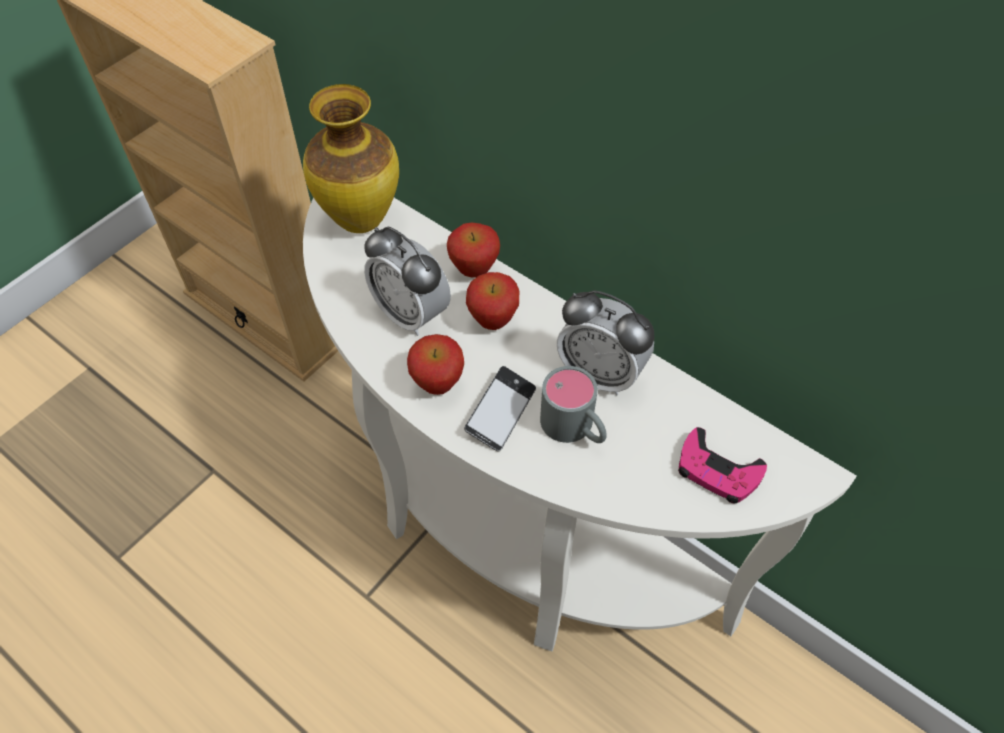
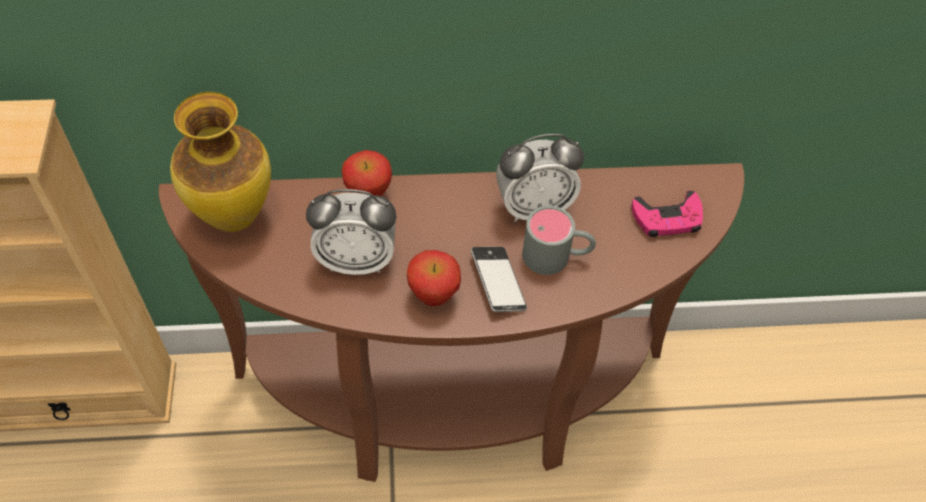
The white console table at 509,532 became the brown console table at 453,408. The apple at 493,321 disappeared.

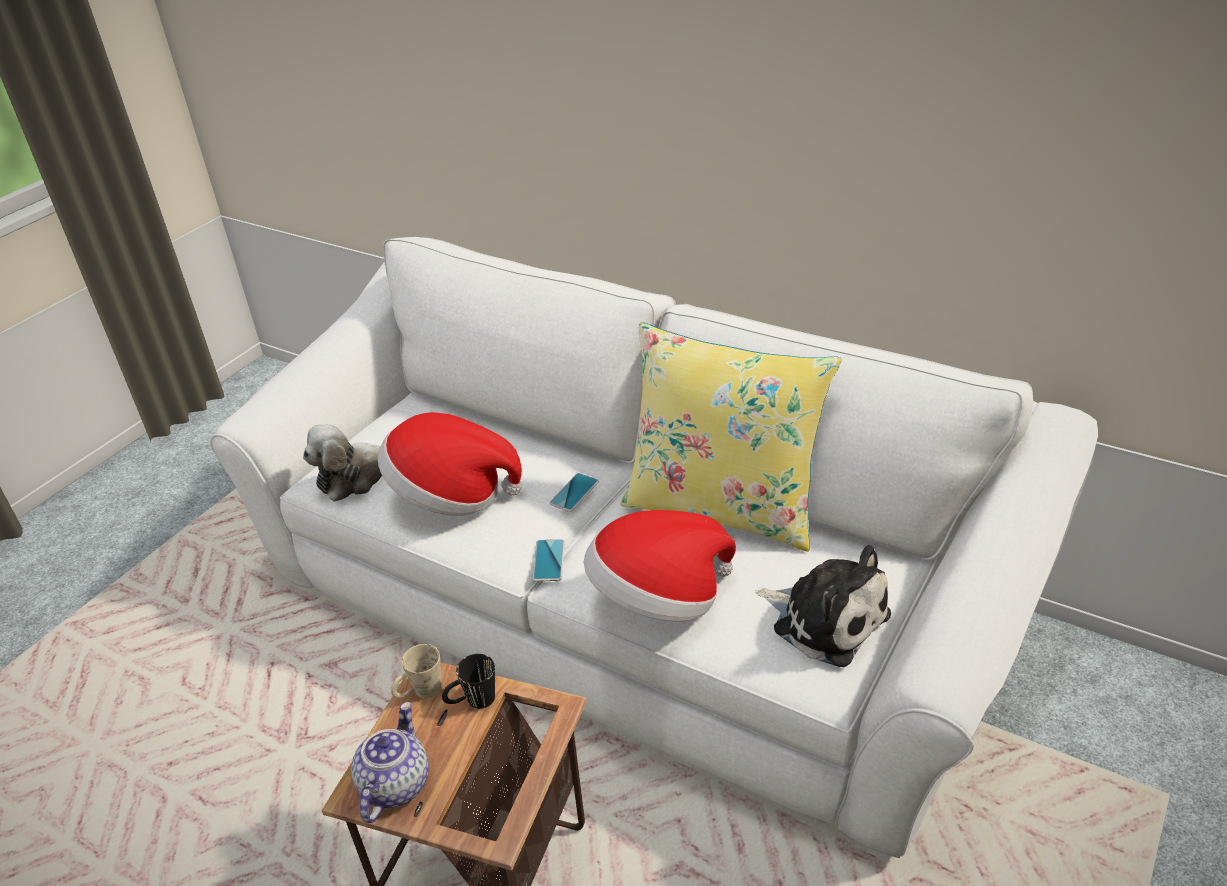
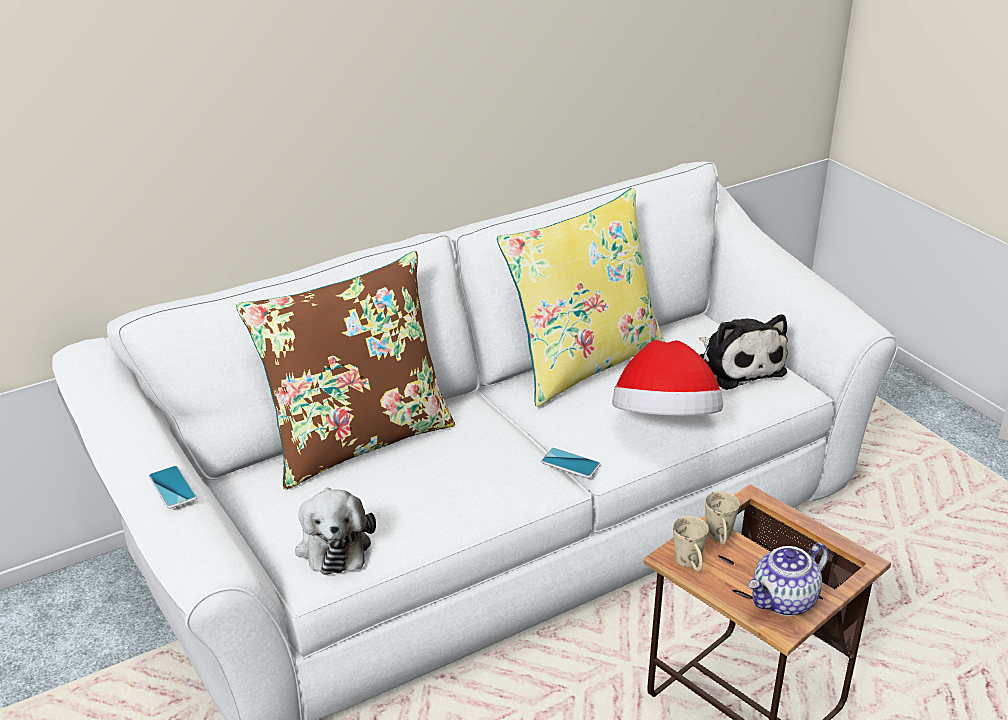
The phone moved from 574,493 to 172,488. The brown pillow at 357,440 appeared. The plush toy at 825,619 turned 90 degrees clockwise. The black mug at 472,702 became the beige mug at 720,539. The teapot at 394,784 turned 75 degrees counterclockwise. The hat at 451,495 disappeared.

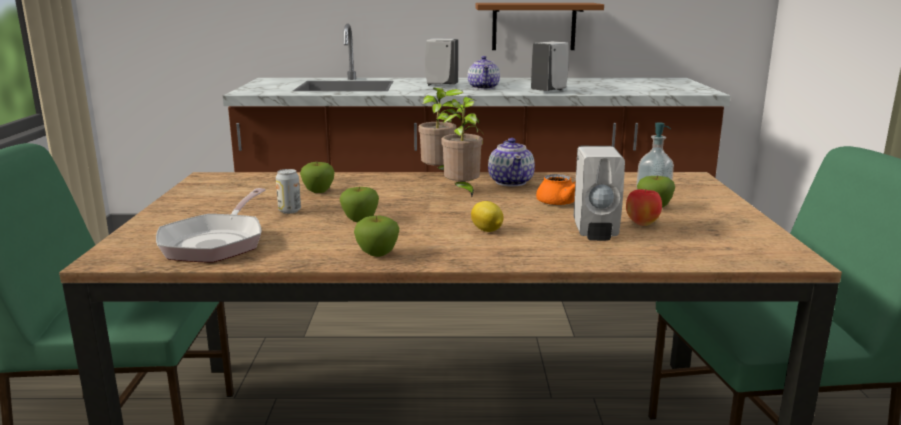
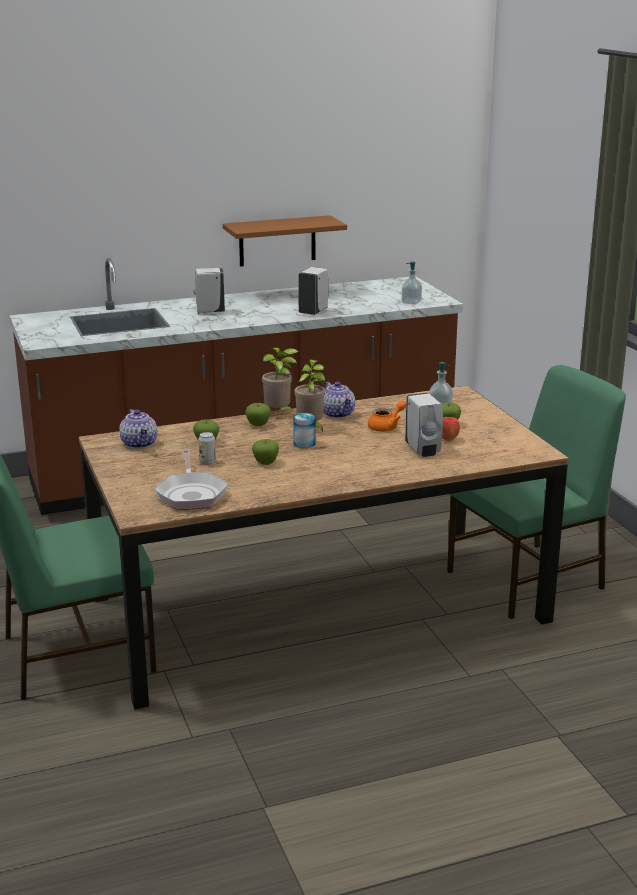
The teapot moved from 483,87 to 139,443. The apple moved from 377,254 to 258,425. The can at 304,444 appeared. The soap dispenser at 411,302 appeared. The lemon at 487,230 disappeared.

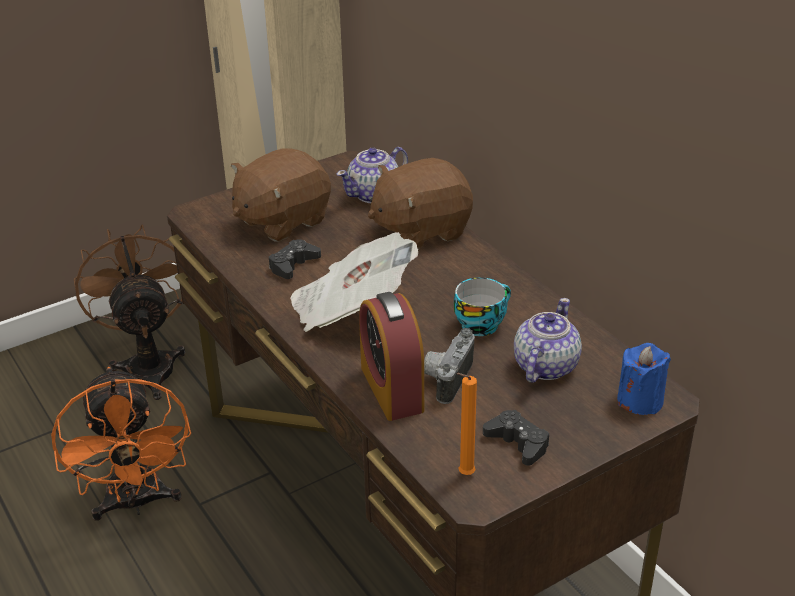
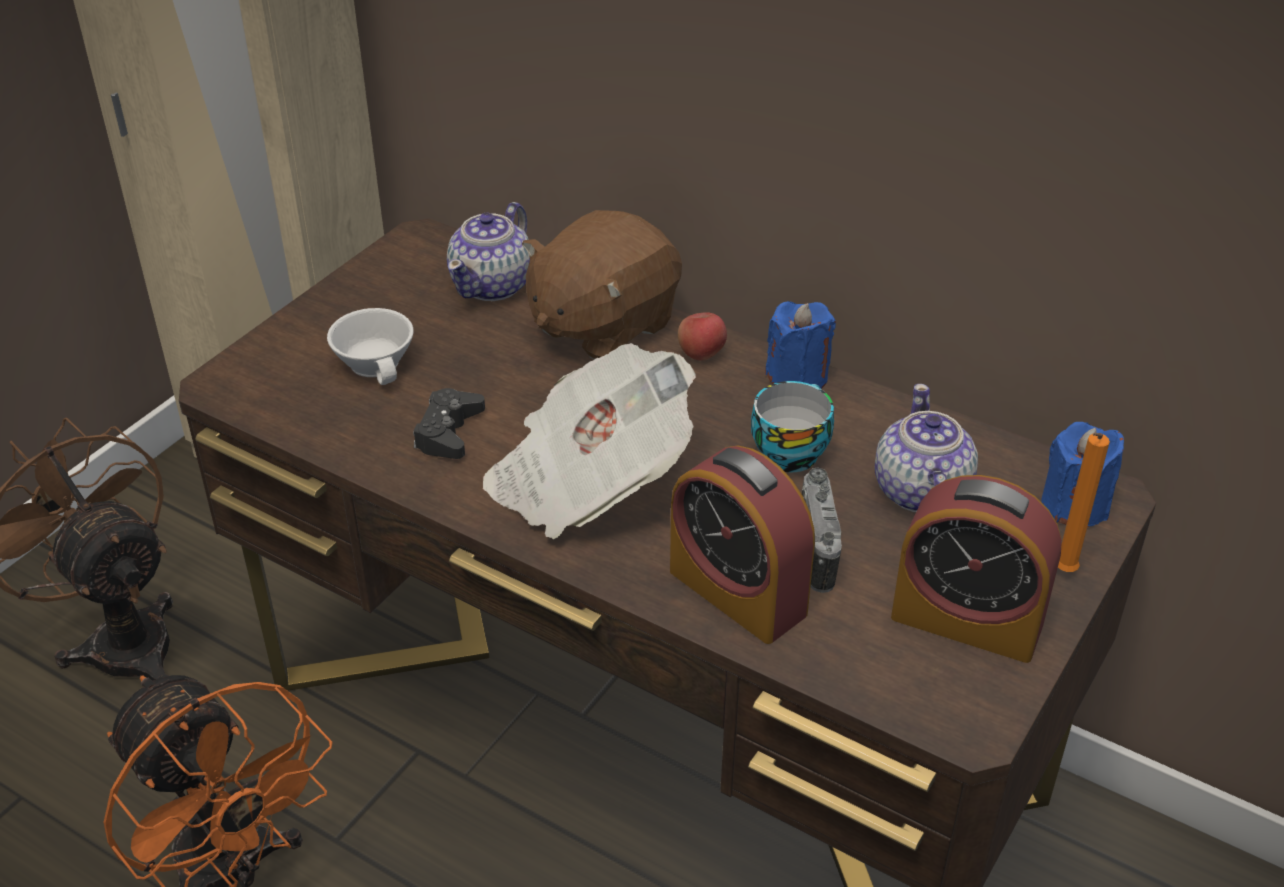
The brown plush toy at 281,221 was replaced by the white cup at 378,363. The apple at 701,354 appeared. The blue candle at 797,377 appeared. The black game controller at 518,443 was replaced by the alarm clock at 966,620. The orange candle moved from 464,475 to 1063,573.

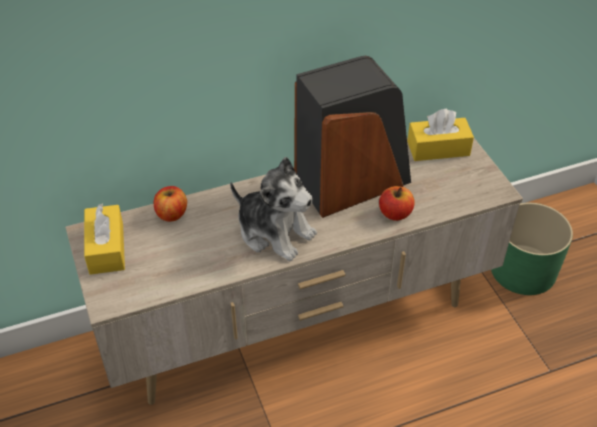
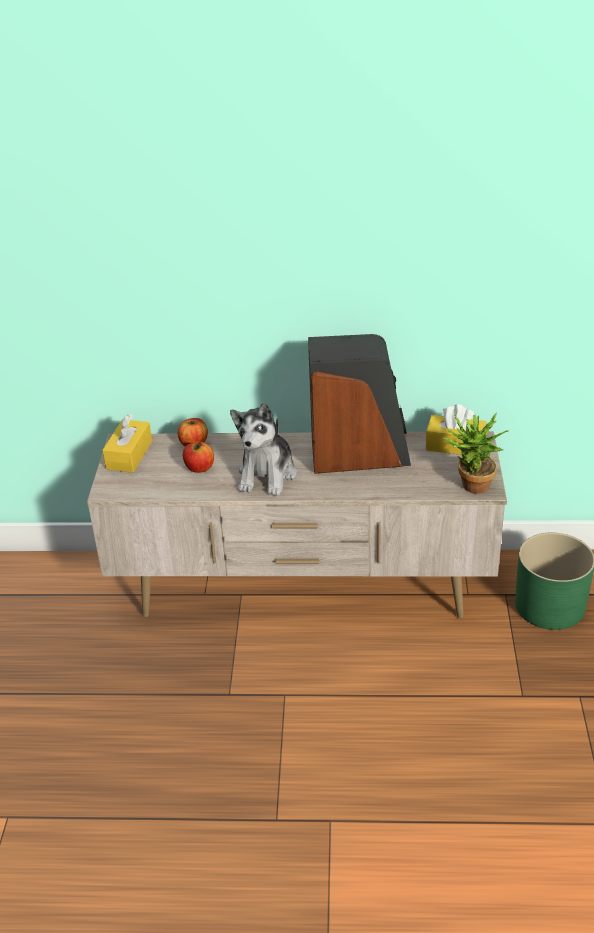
The apple moved from 395,213 to 199,468. The plush toy at 275,232 turned 45 degrees clockwise. The potted plant at 471,488 appeared.

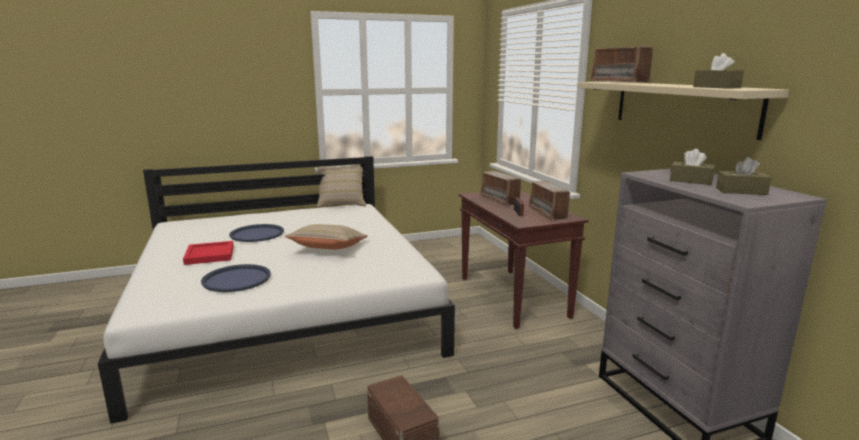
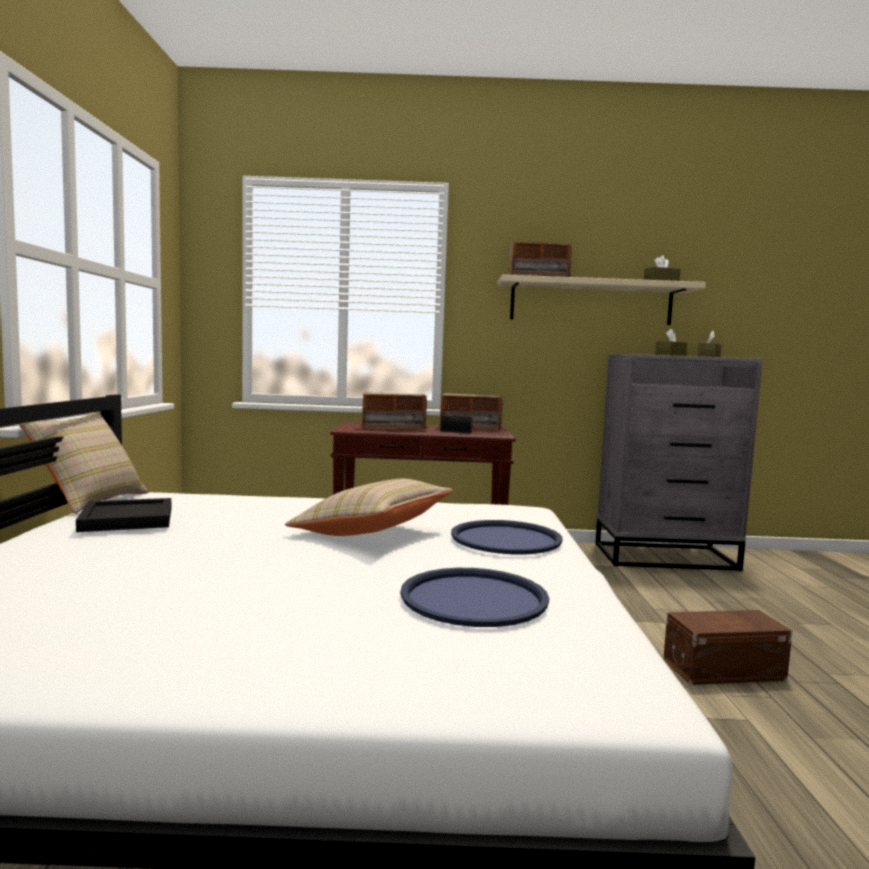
The black tray at 129,519 appeared. The blue tray moved from 257,234 to 506,539. The red tray at 209,255 disappeared.

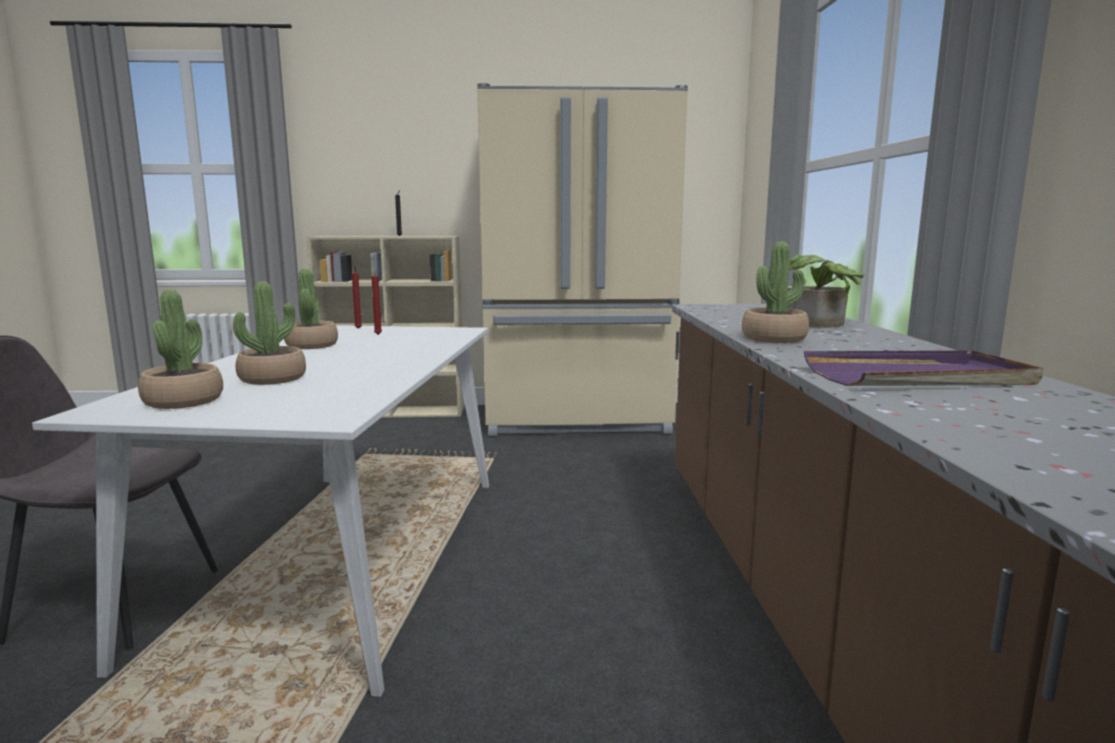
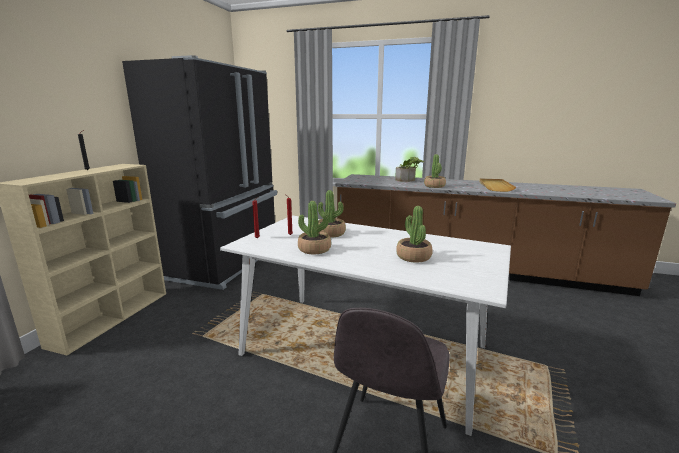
The beige fridge at 578,420 became the black fridge at 226,263. The potted plant moved from 183,401 to 331,233. The purple tray at 918,377 became the beige tray at 495,186.

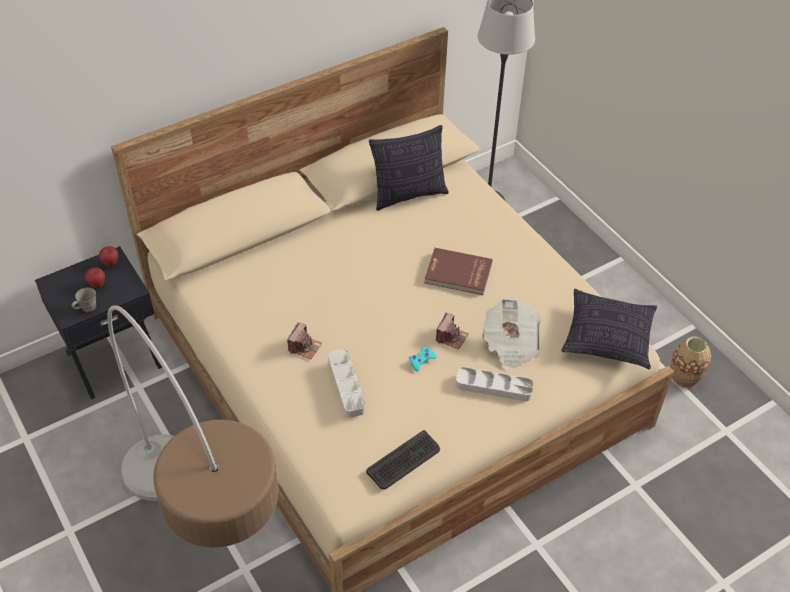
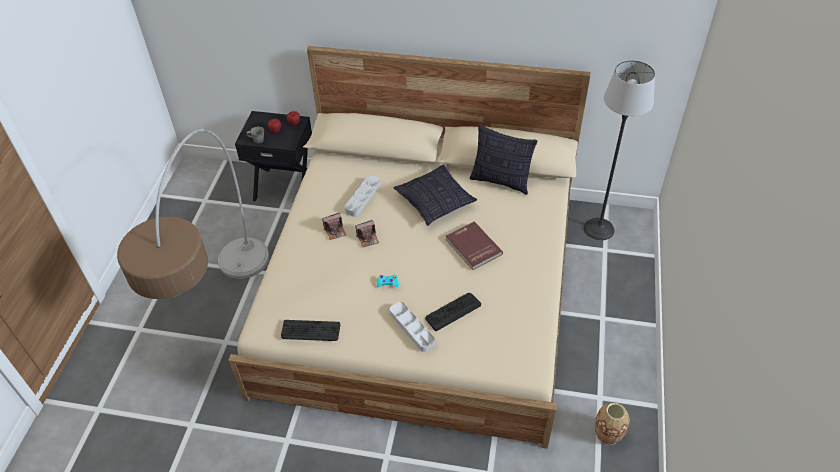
The grey tray moved from 346,385 to 363,198. The photo camera moved from 451,337 to 368,238. The pillow moved from 608,338 to 435,202. The newspaper at 510,345 was replaced by the keyboard at 453,311.

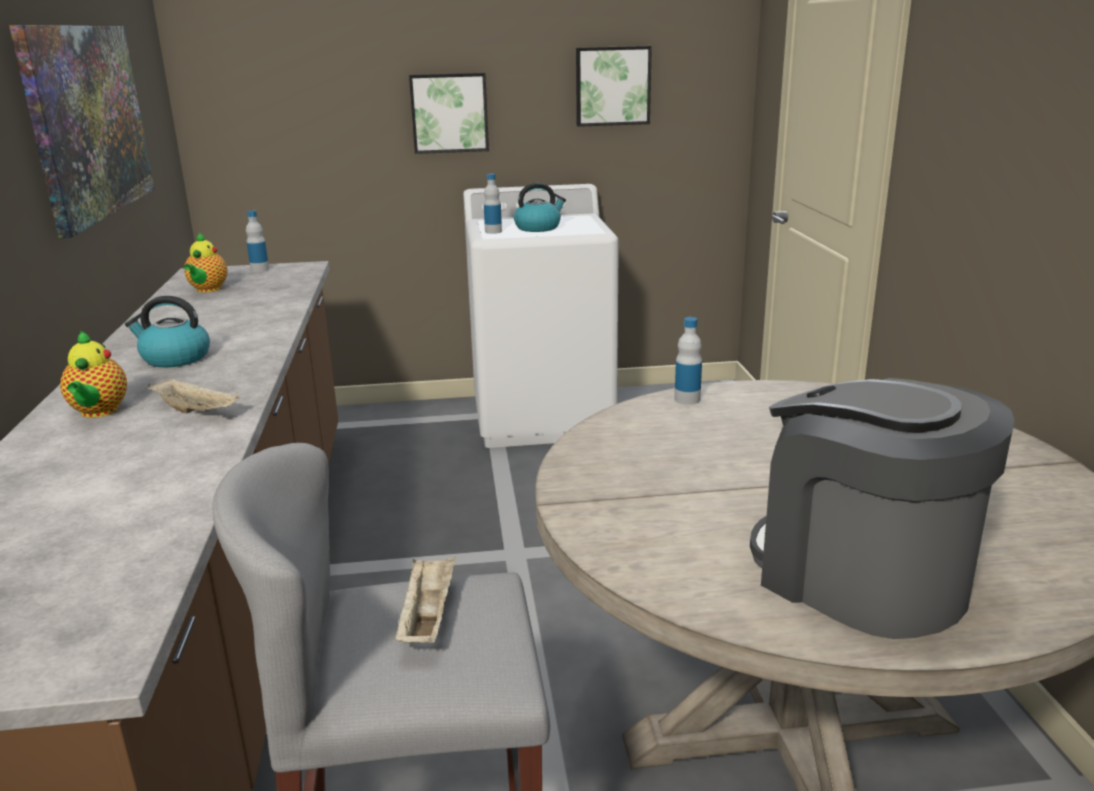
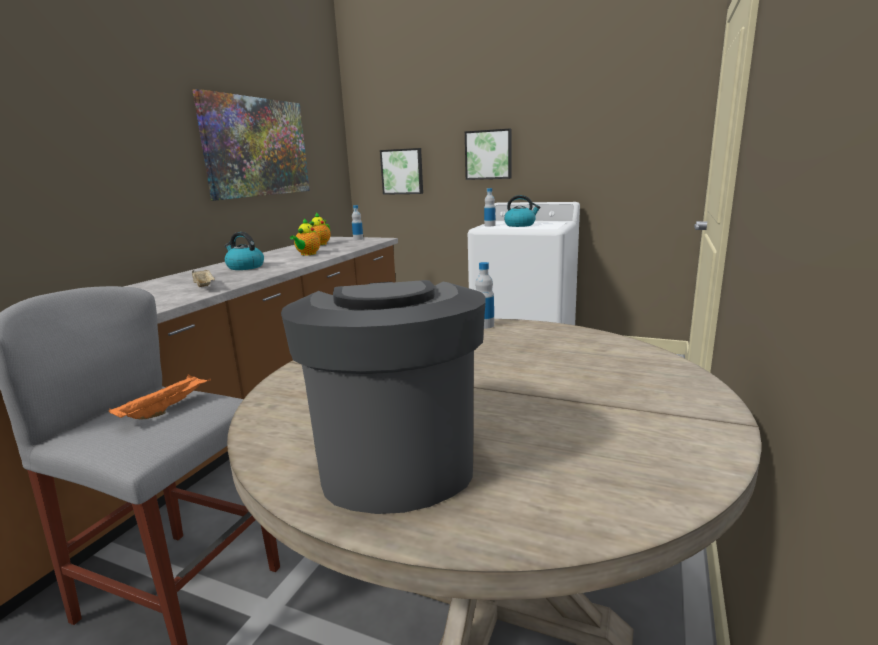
The beige tray at 427,617 became the orange tray at 166,409. The teapot moved from 98,412 to 307,254. The picture moved from 612,86 to 402,171.

